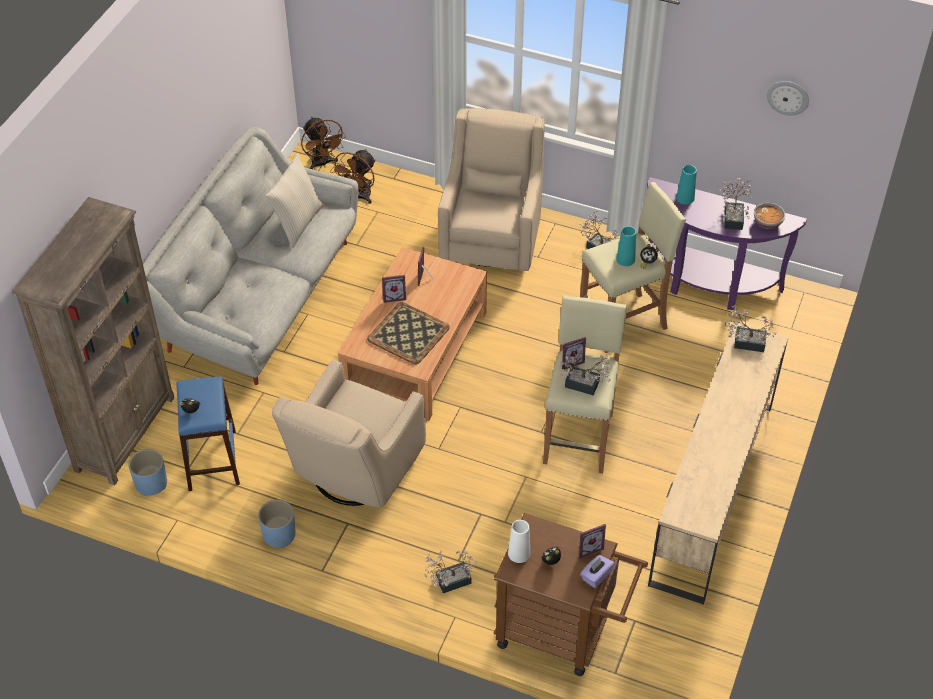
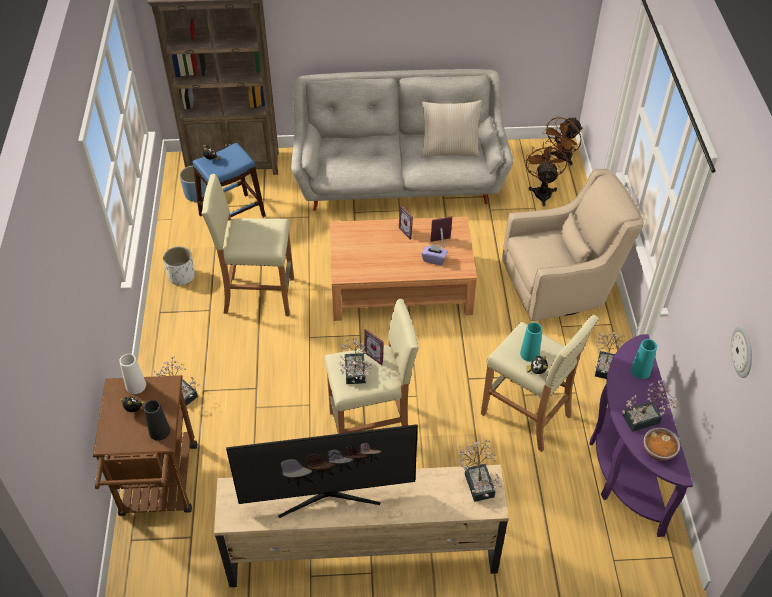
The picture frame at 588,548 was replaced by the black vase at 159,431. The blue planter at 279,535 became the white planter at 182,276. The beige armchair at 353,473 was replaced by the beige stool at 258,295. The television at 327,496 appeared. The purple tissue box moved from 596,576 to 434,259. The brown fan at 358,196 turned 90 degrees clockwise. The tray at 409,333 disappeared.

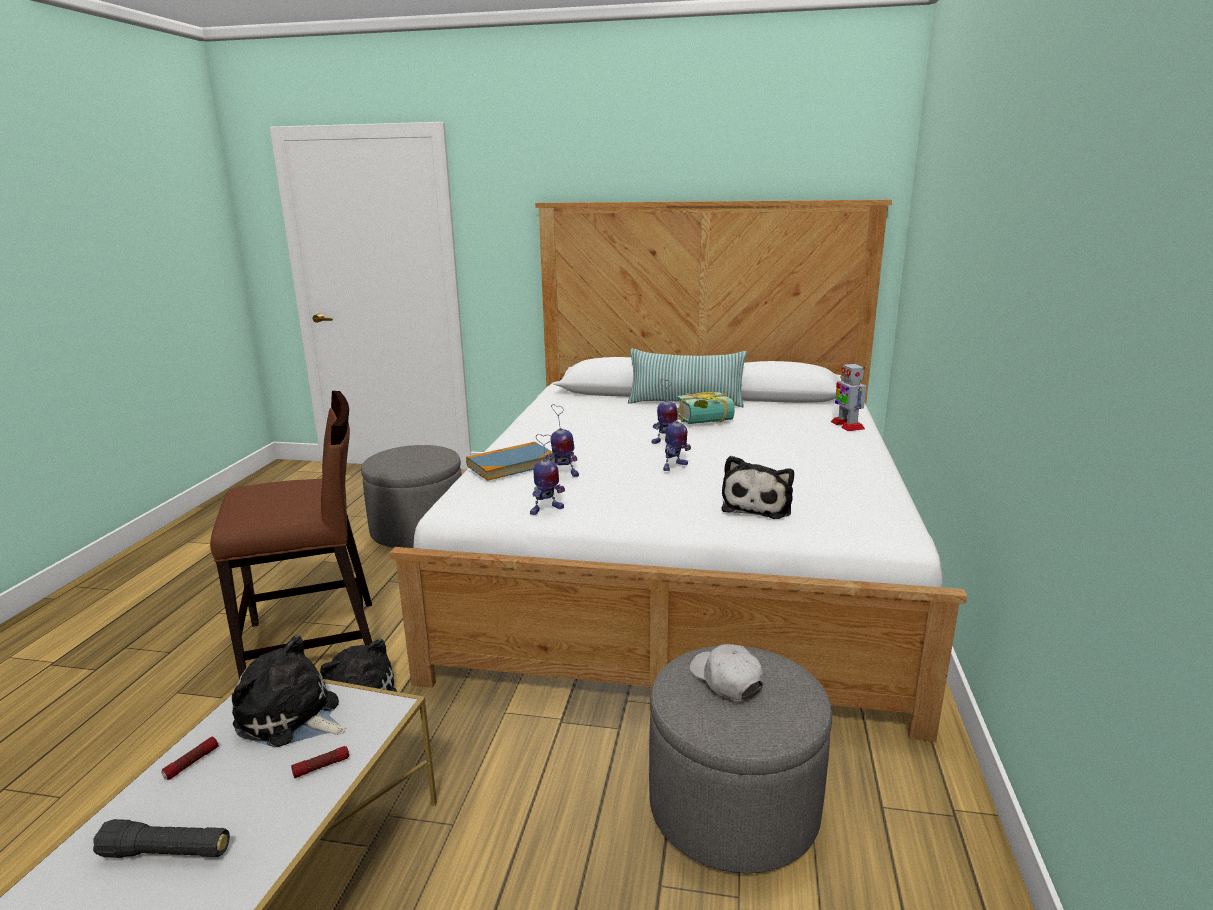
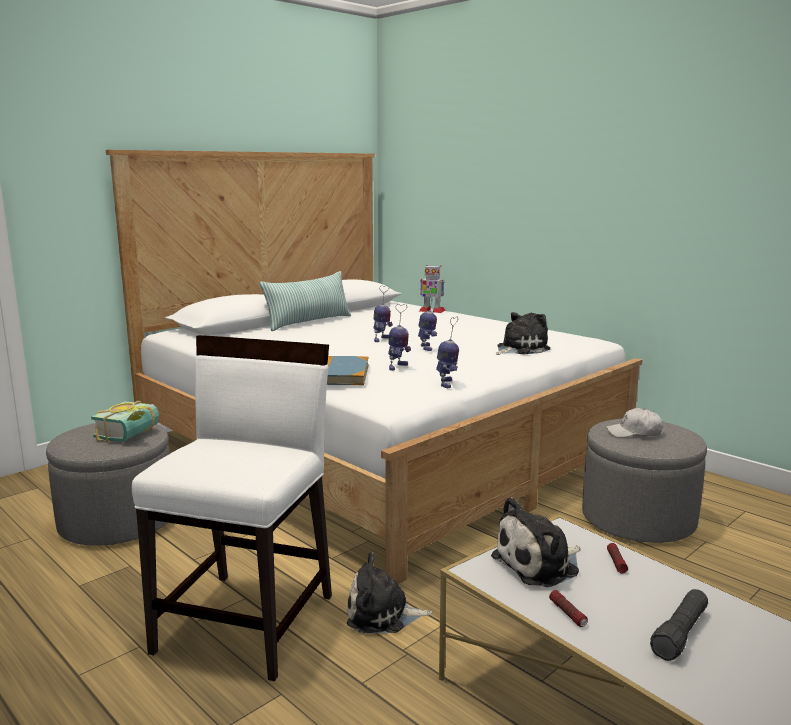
The book moved from 707,422 to 132,435. The brown chair at 314,642 became the white chair at 248,622. The plush toy at 758,505 turned 90 degrees counterclockwise.

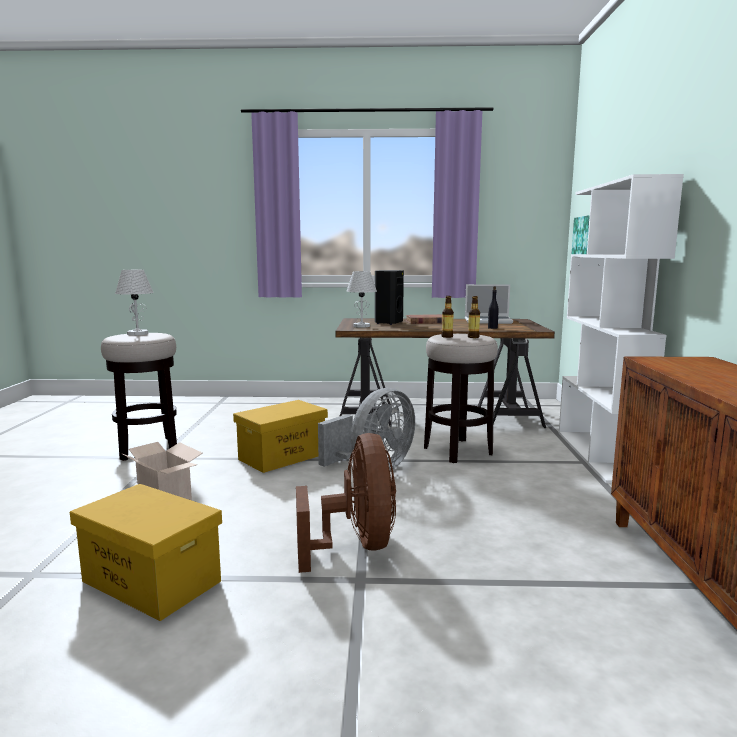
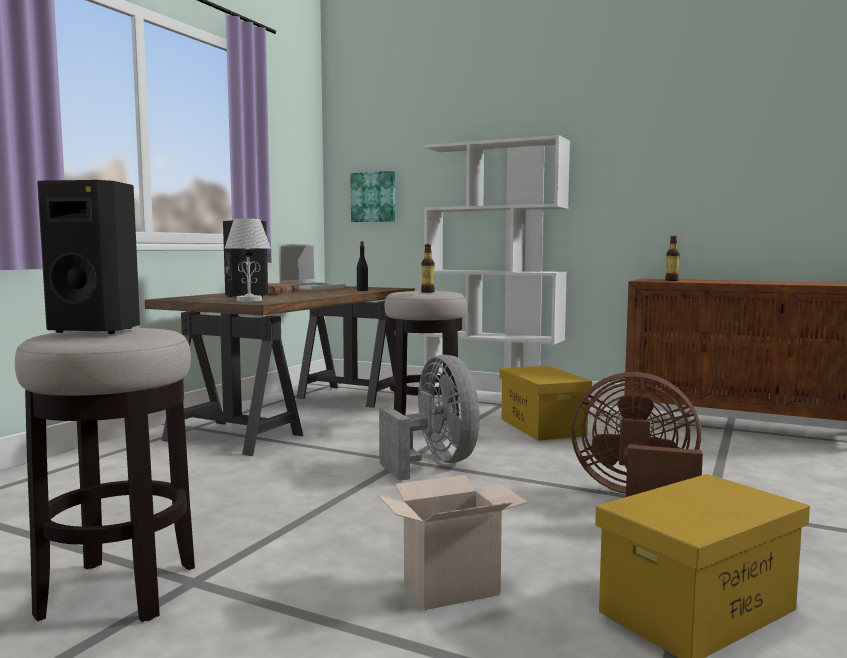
The white table lamp at 138,334 was replaced by the black speaker at 97,330. The yellow storage box moved from 282,457 to 543,427. The bottle moved from 473,337 to 671,280.

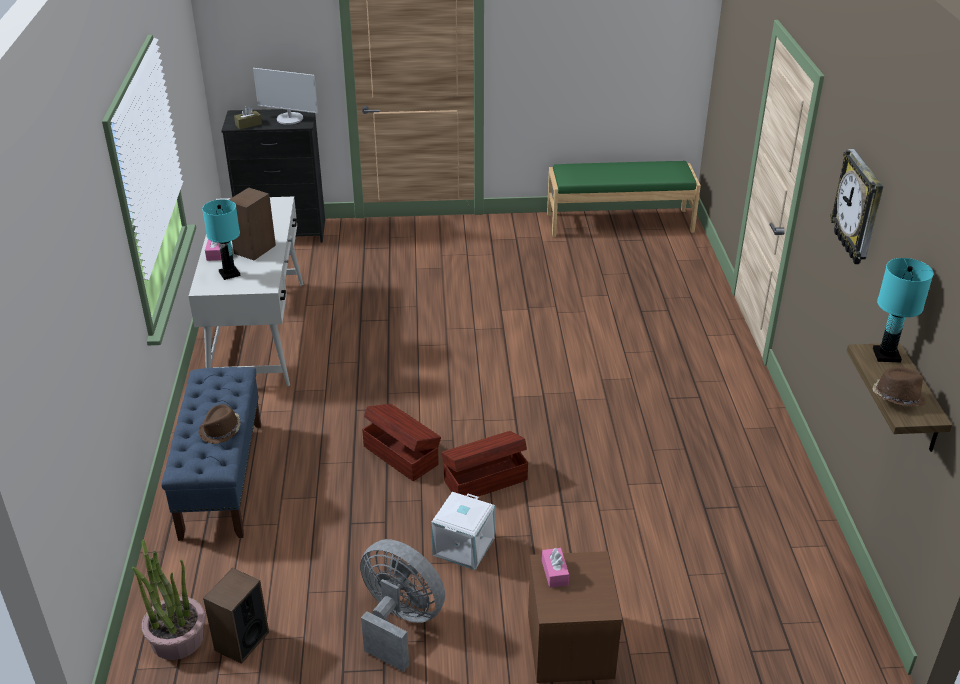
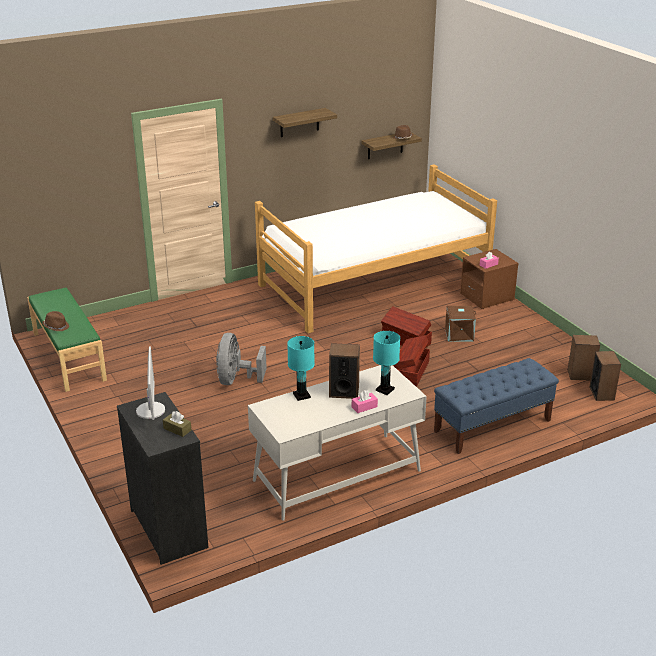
The brown hat moved from 221,430 to 56,327. The grey fan moved from 399,623 to 236,380. The bed at 374,284 appeared. The wall clock at 859,208 was replaced by the shelf at 299,122. The turquoise table lamp moved from 886,355 to 301,395. The white storage box at 464,547 became the brown storage box at 459,334. The potted plant at 177,638 was replaced by the speaker at 602,393.

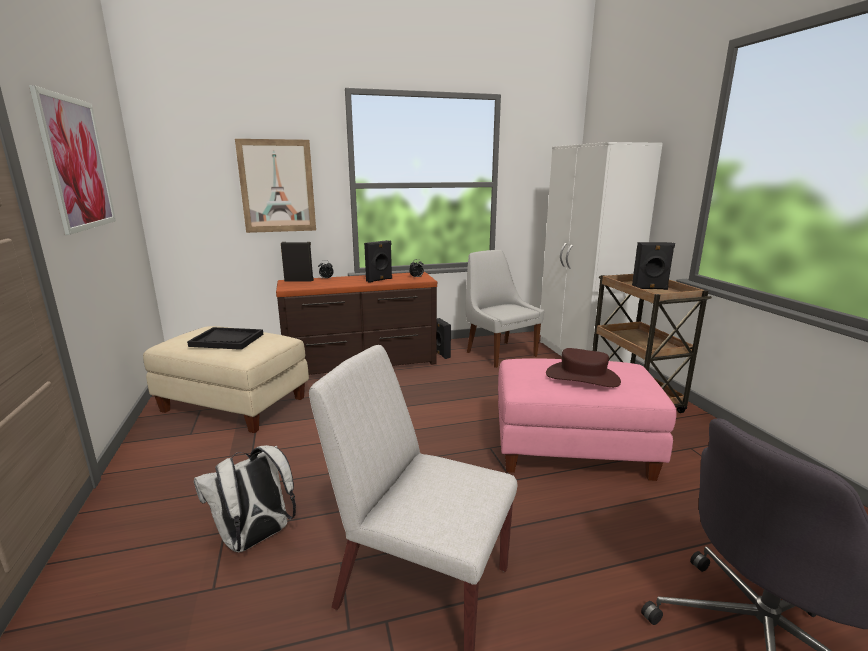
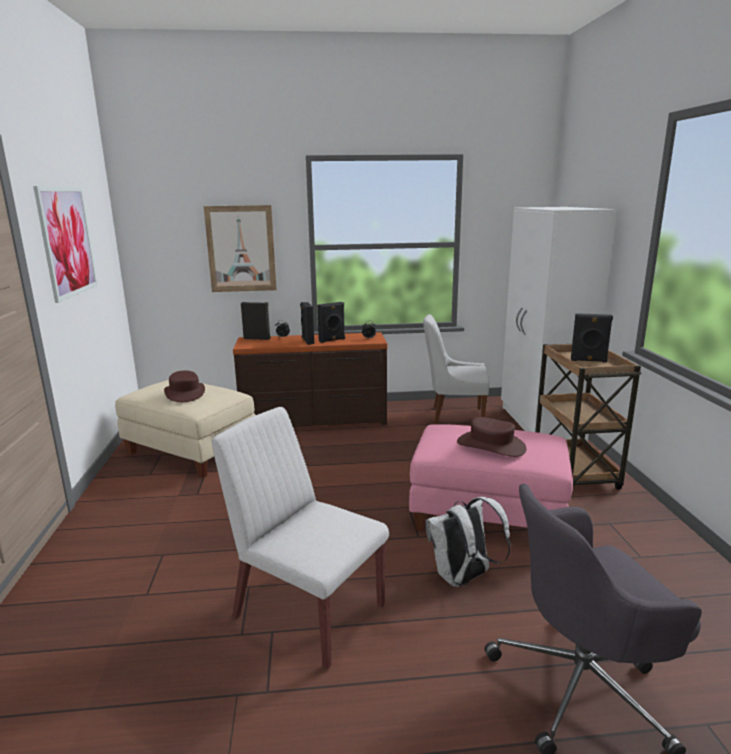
The black tray at 227,340 was replaced by the brown hat at 185,393. The black speaker moved from 441,354 to 307,341. The white chair at 499,353 turned 60 degrees counterclockwise. The white backpack moved from 255,539 to 463,578.

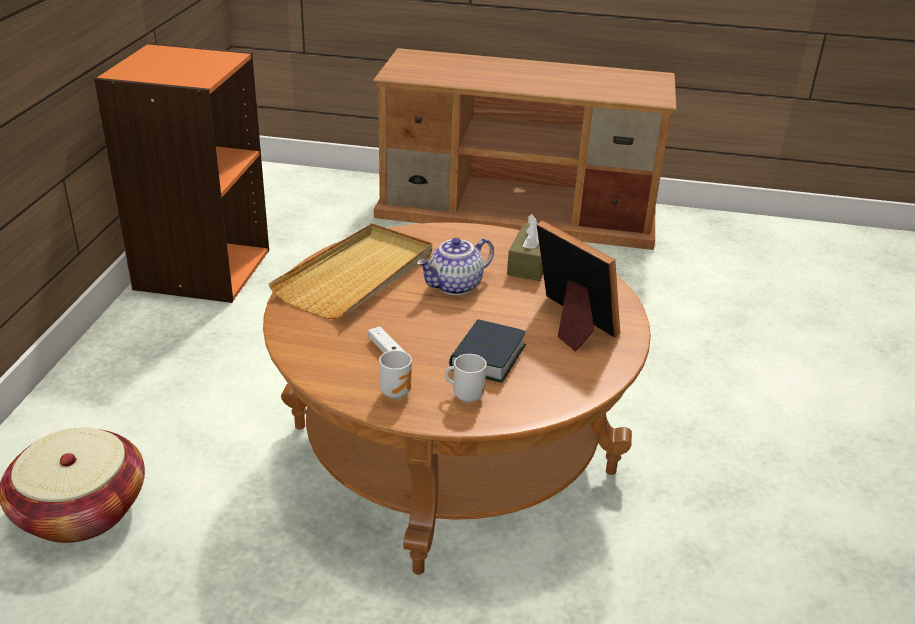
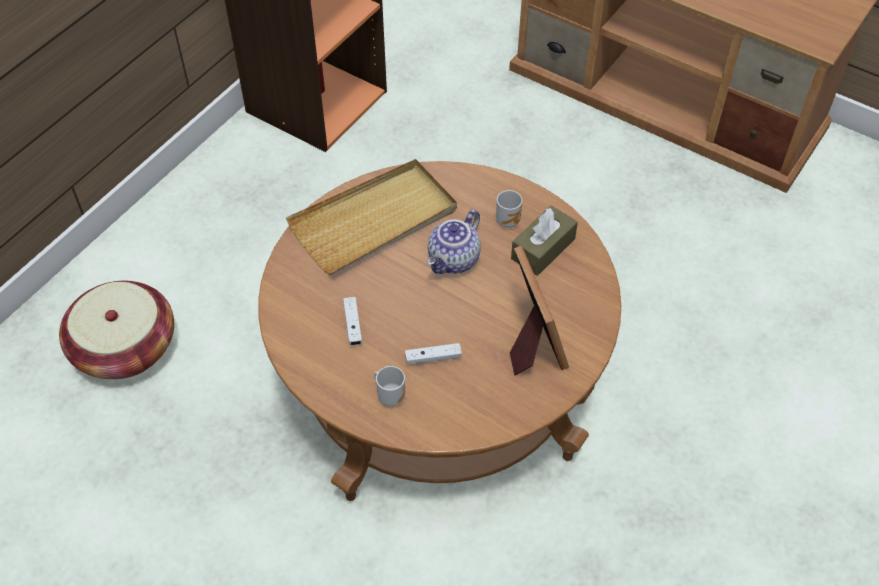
The book at 487,357 was replaced by the white game controller at 433,358. The teapot at 455,286 turned 45 degrees counterclockwise. The mug moved from 397,392 to 509,220.

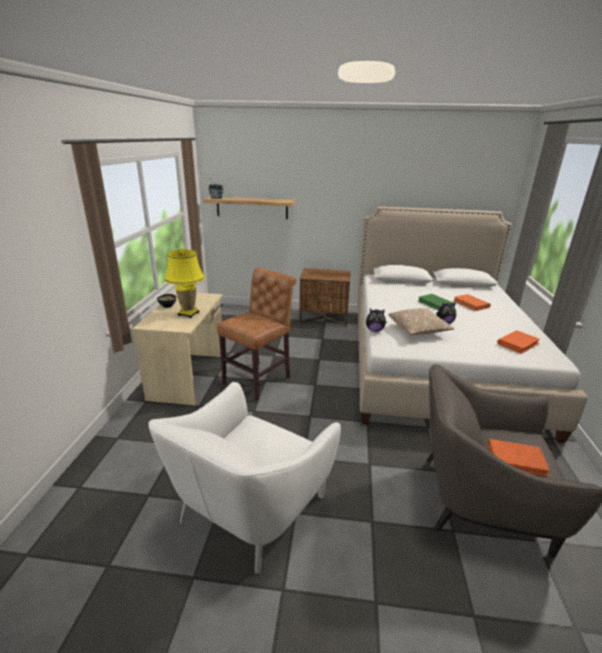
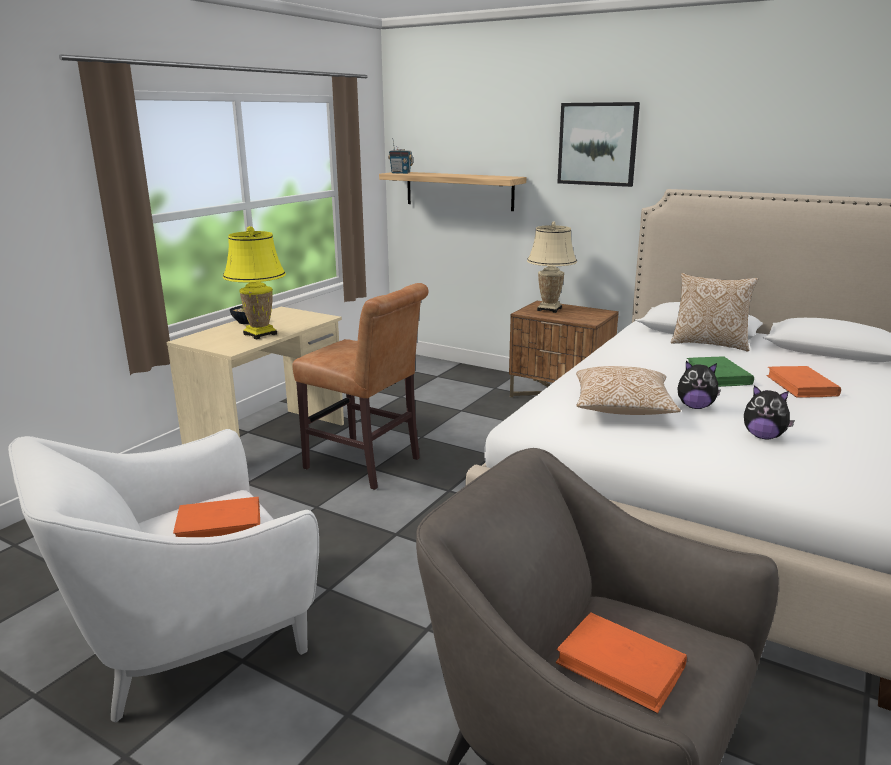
The orange book moved from 518,343 to 220,524. The brown chair at 259,379 turned 60 degrees clockwise. The beige table lamp at 549,309 appeared. The picture at 597,144 appeared. The pillow at 709,344 appeared. The plush toy moved from 374,330 to 763,436.

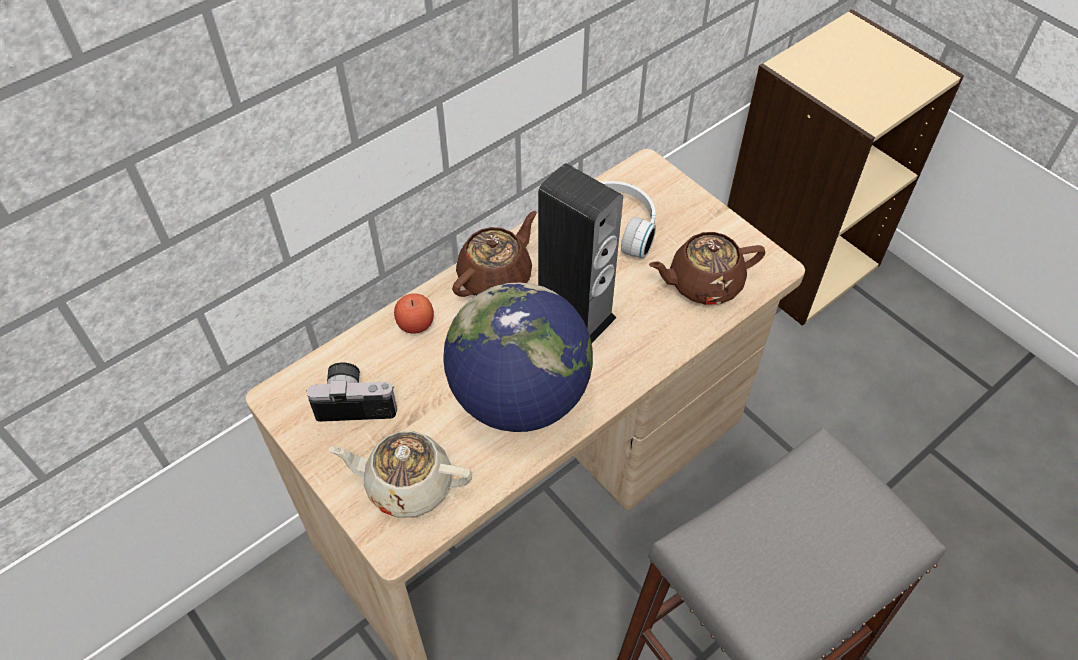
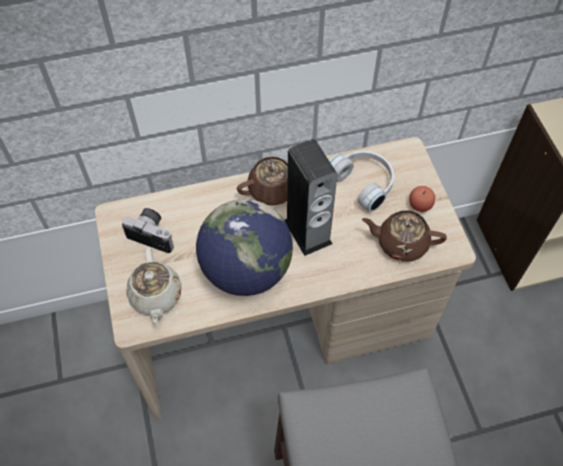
The beige teapot at 407,484 turned 135 degrees counterclockwise. The apple moved from 415,324 to 420,205.

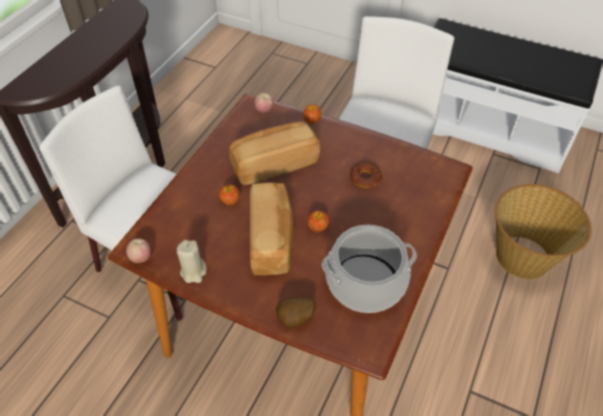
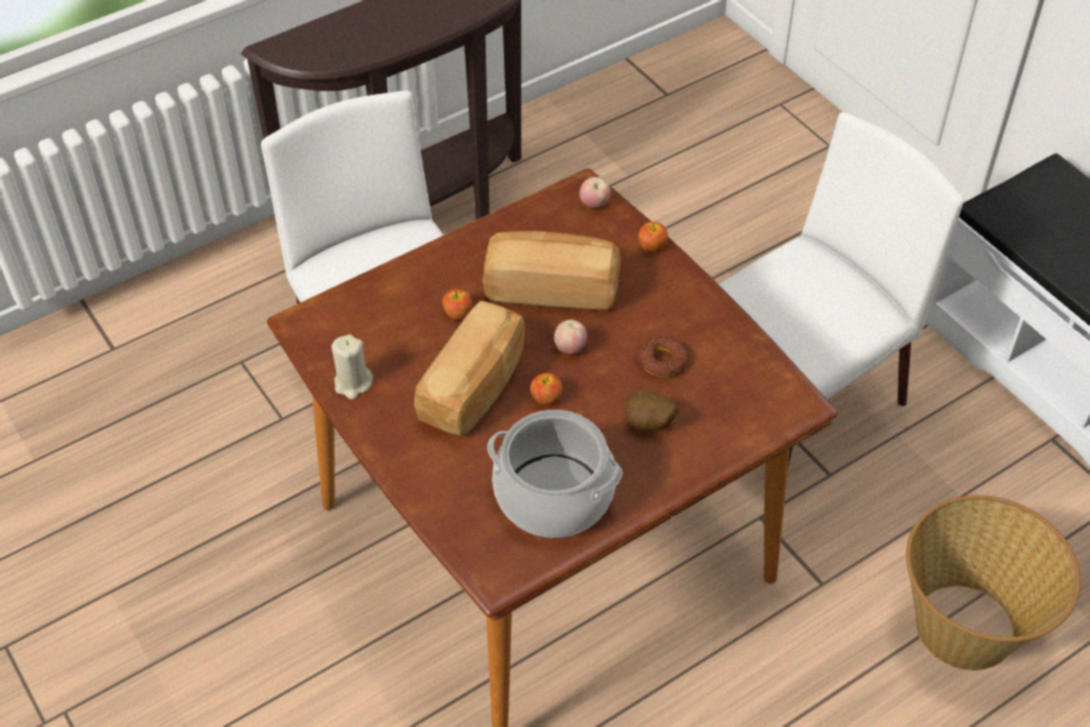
The apple moved from 141,258 to 570,348. The potato moved from 296,320 to 648,425.

